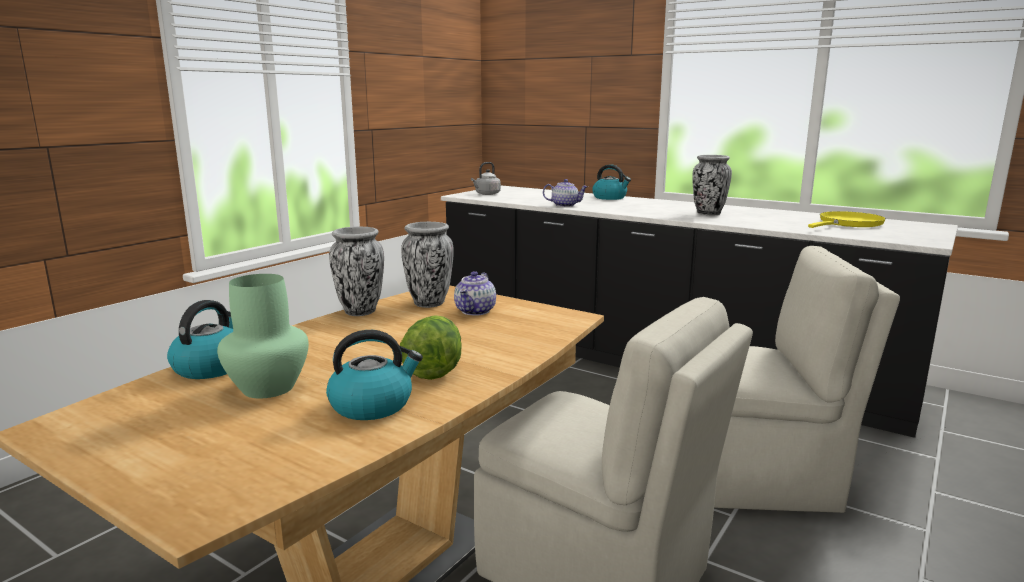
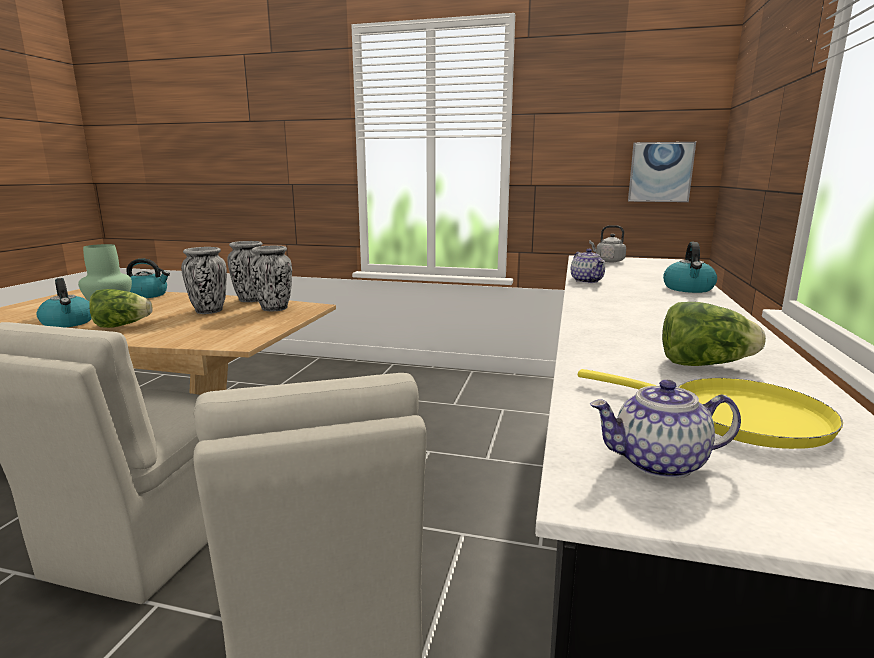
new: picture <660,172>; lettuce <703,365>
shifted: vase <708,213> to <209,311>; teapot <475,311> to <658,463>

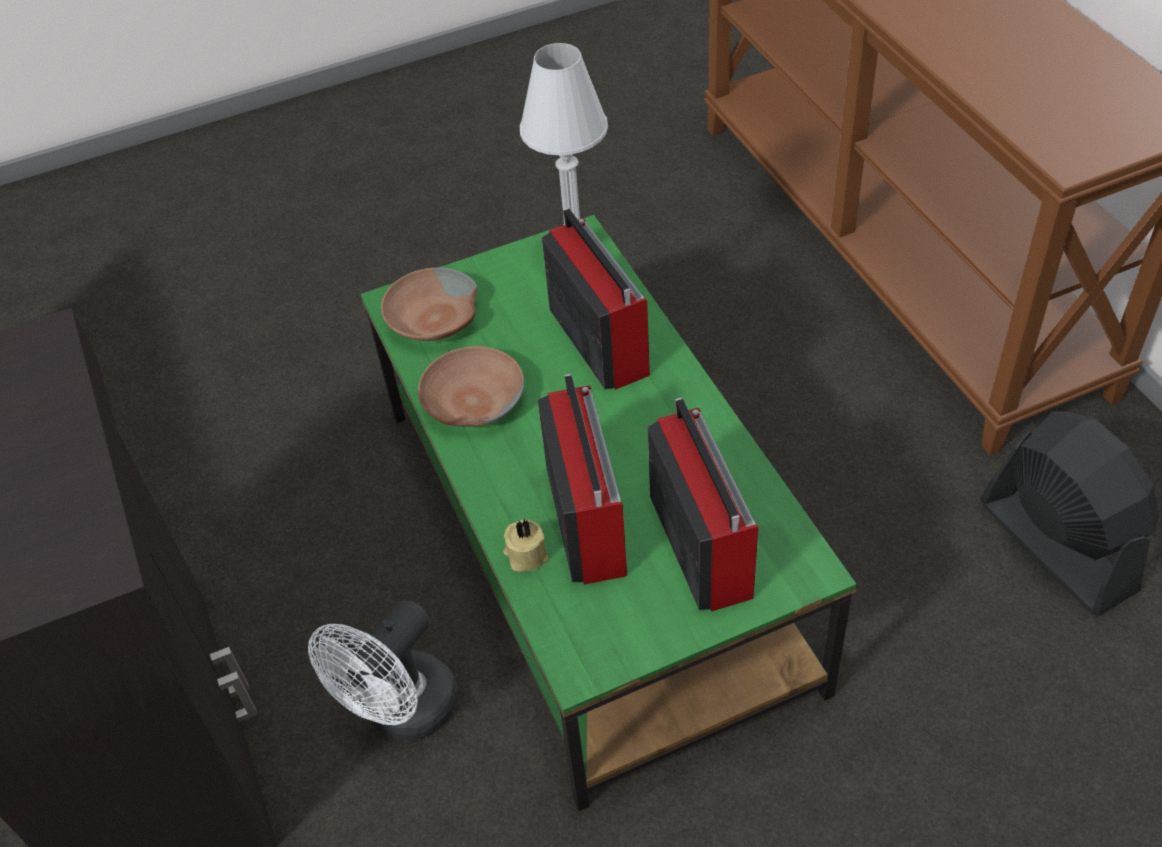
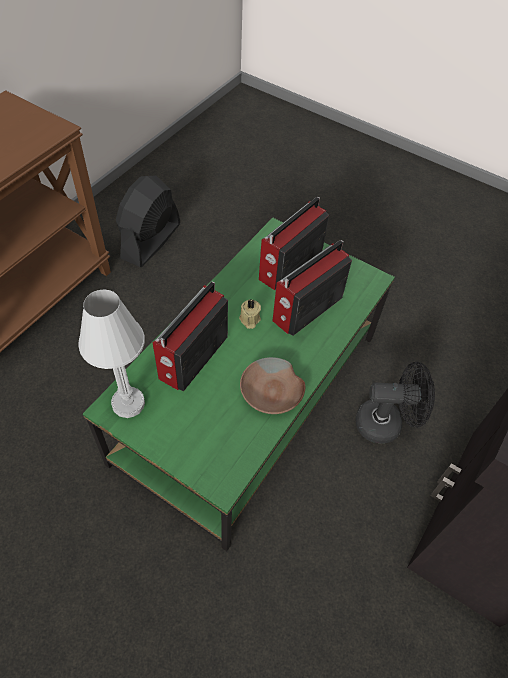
gone: bowl in brown <433,319>
shifted: candle in beige <526,555> to <249,320>
repainted: fan in white <403,713> to fan in black <386,423>

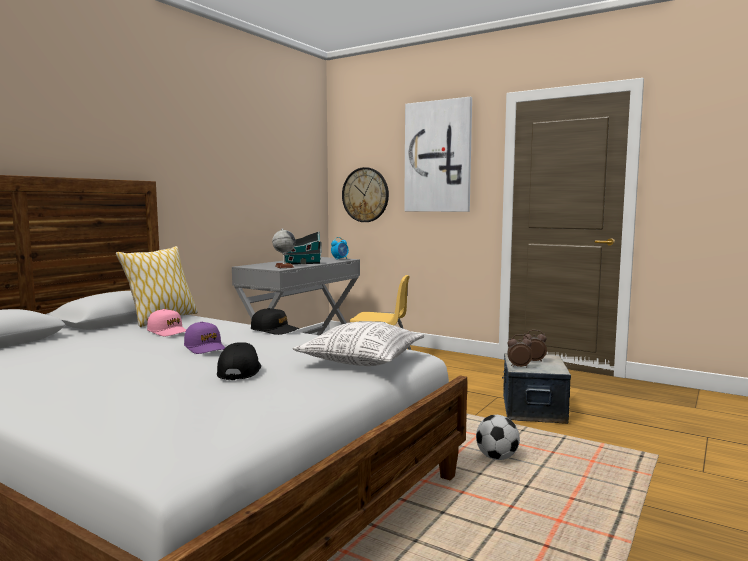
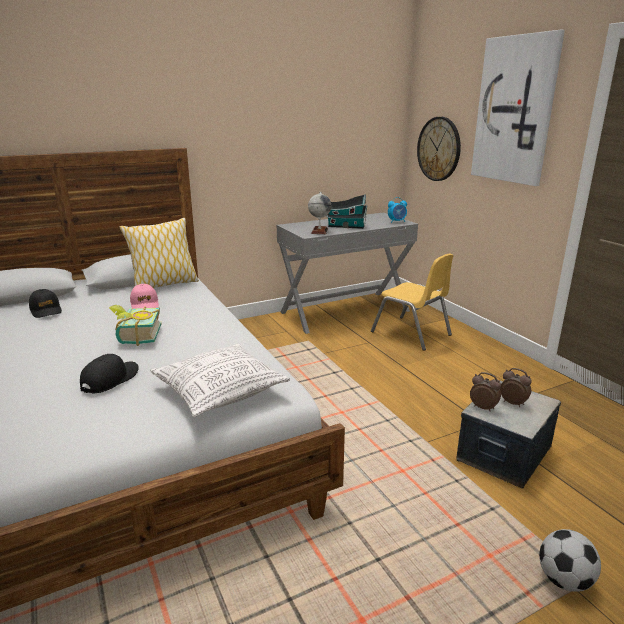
shifted: cap in black <274,330> to <46,310>; football <497,458> to <564,580>
swapped: cap in purple <205,348> to book <135,336>

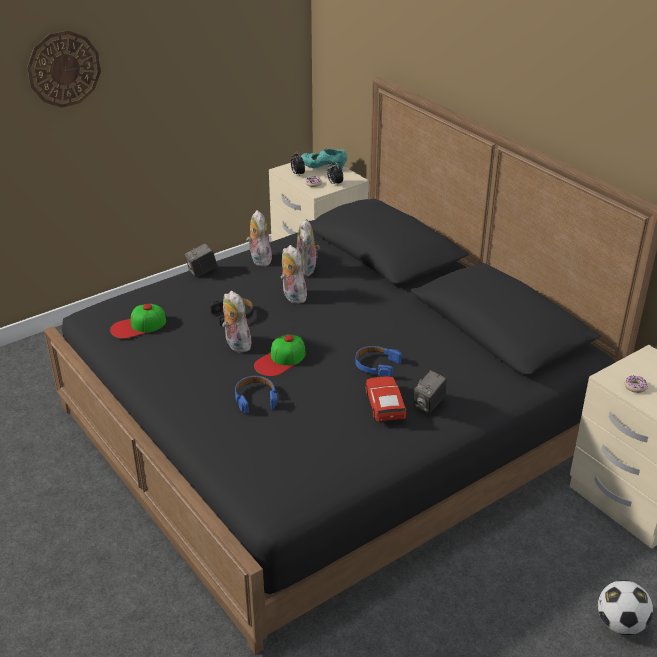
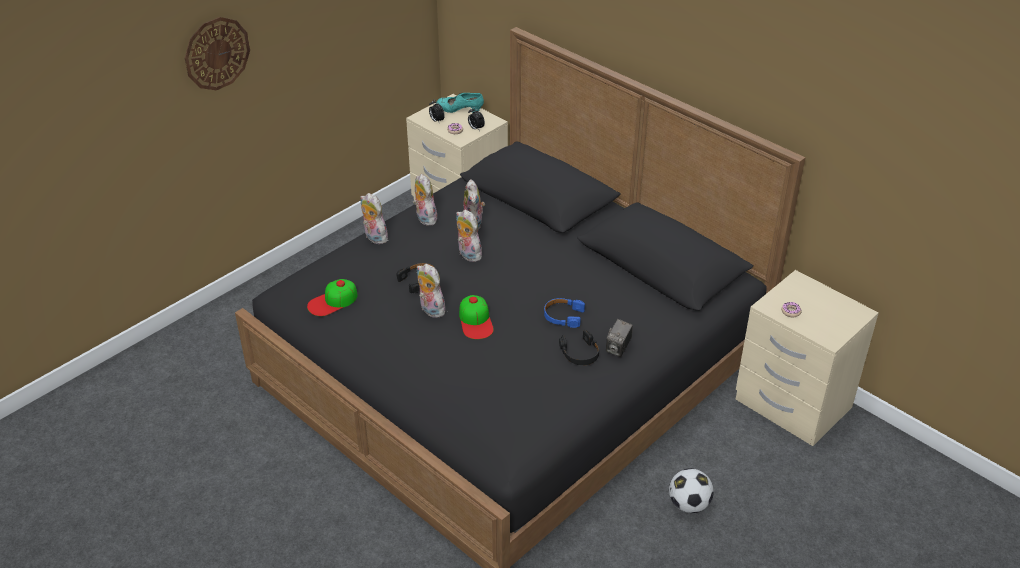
gone: headphones in blue <255,398>
shifted: football <620,624> to <688,504>
swapped: photo camera <202,272> to plush toy <374,237>; toy car in red <385,405> to headphones in black <580,353>
rotated: cap <280,360> = <476,321> 45 degrees counterclockwise

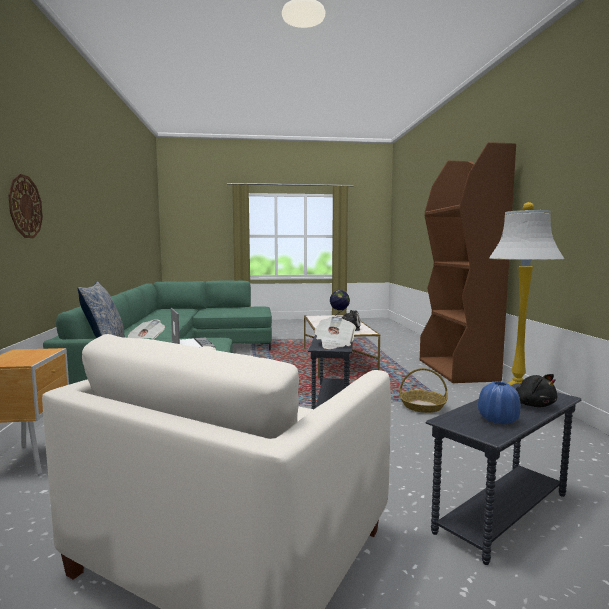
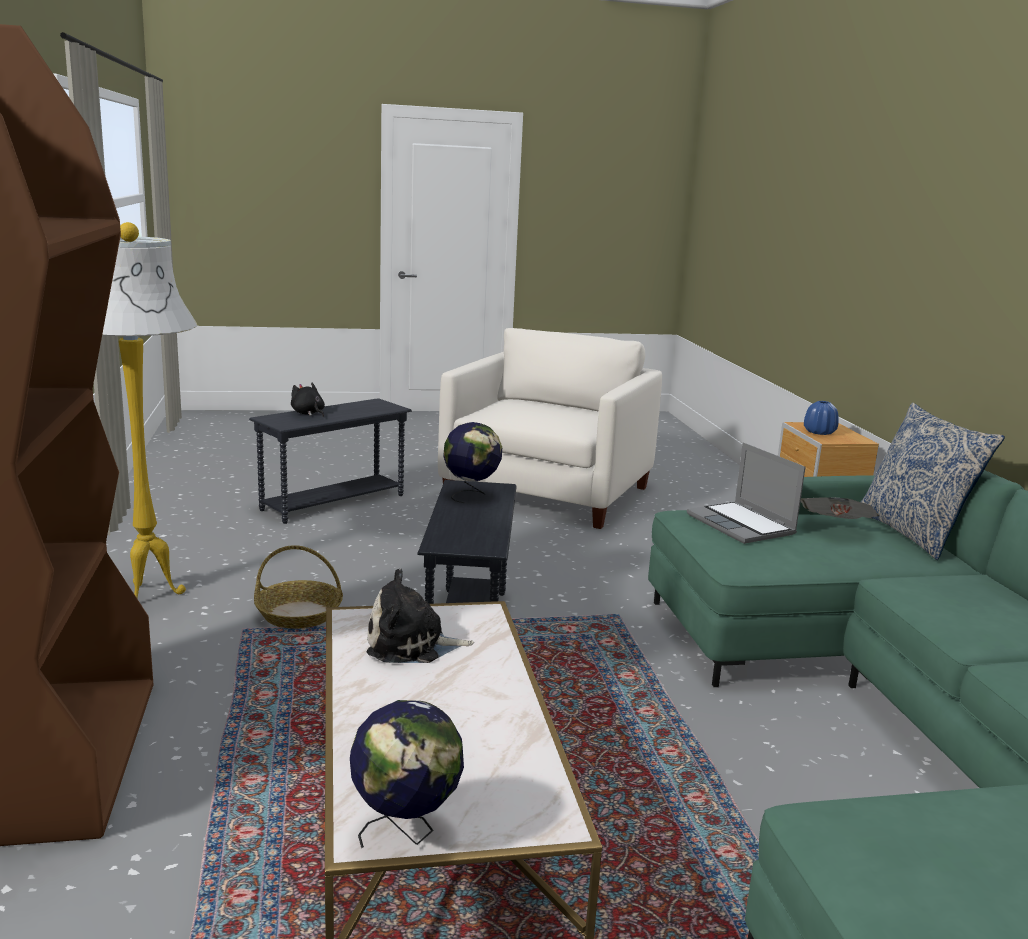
gone: wall clock <25,206>
shifted: vase in blue <498,420> to <819,432>
swapped: newspaper <334,344> to globe <471,495>

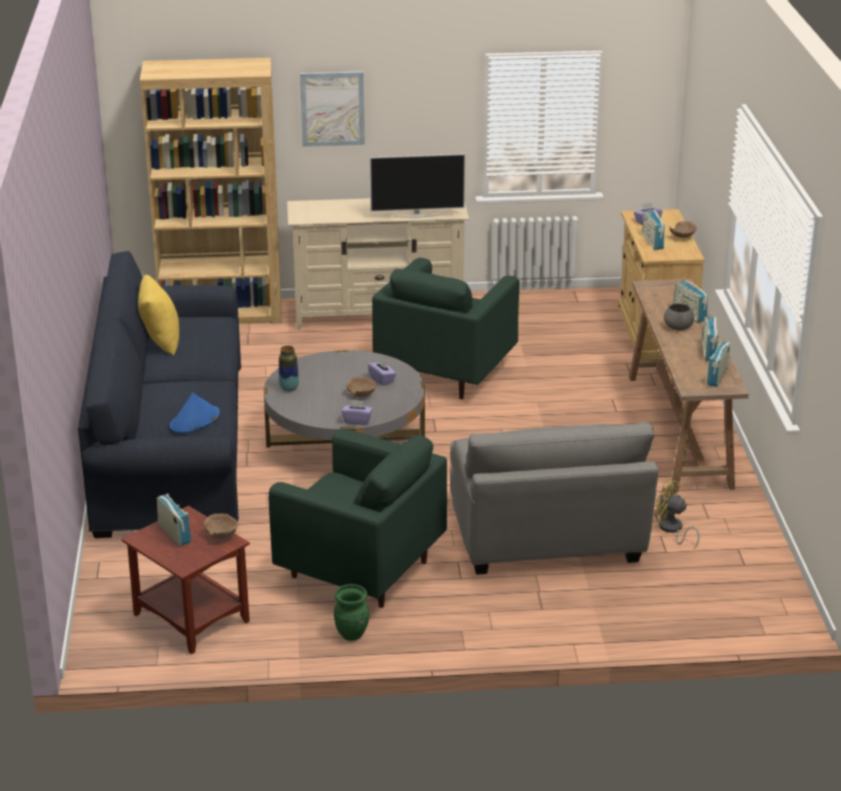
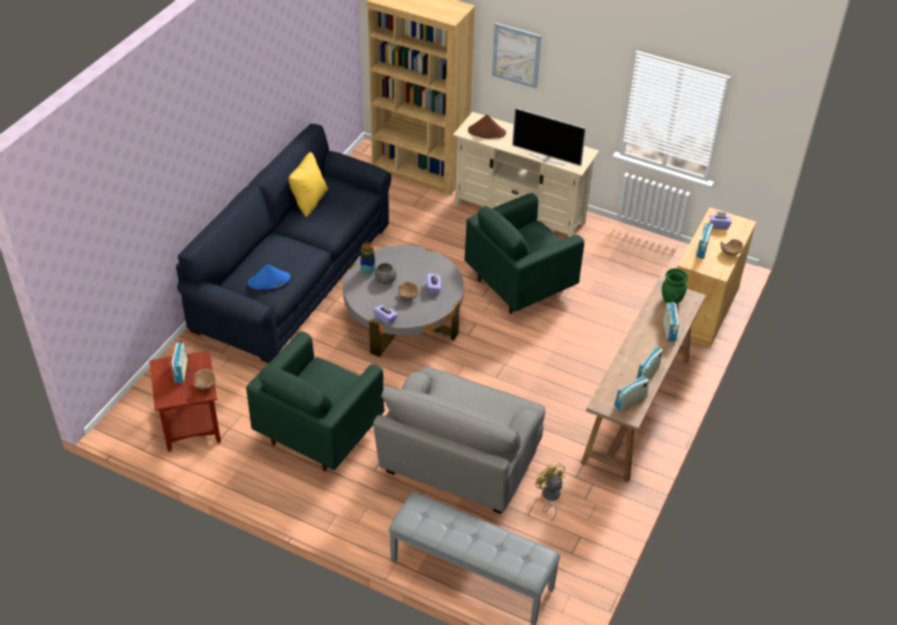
new: hat in brown <486,132>; bench in grey <471,575>
shifted: bowl in grey <678,327> to <385,280>; vase in green <352,634> to <671,300>
rotated: armchair in green <360,570> = <319,433> 60 degrees clockwise

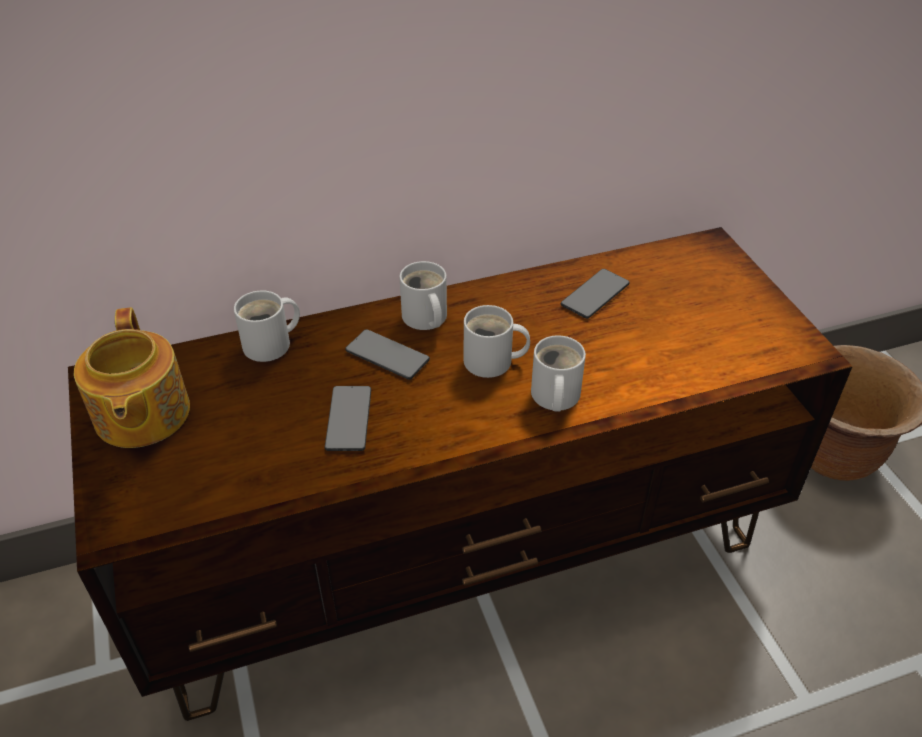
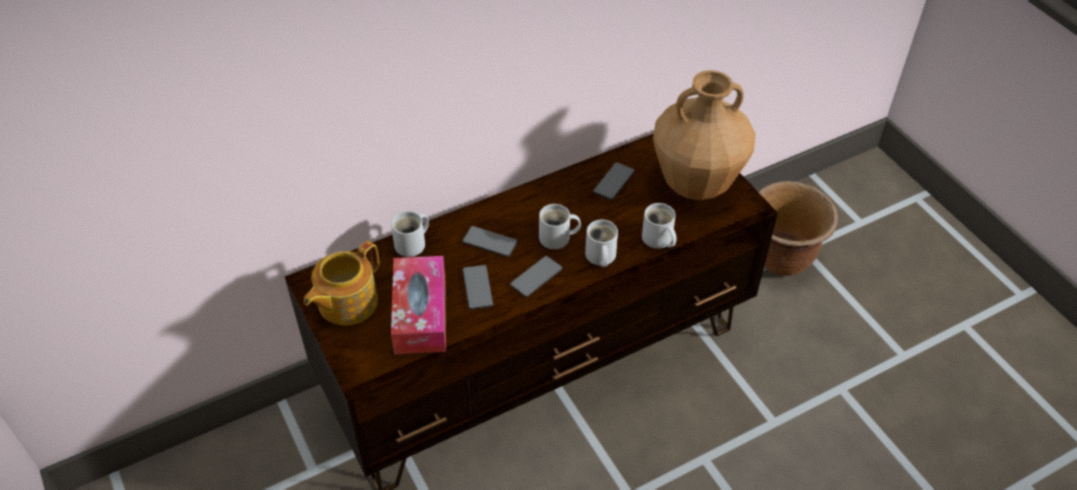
new: vase in brown <696,184>; tissue box <420,314>; phone <536,277>
shifted: mug in white <424,319> to <658,239>
rotated: teapot <140,415> = <346,302> 60 degrees clockwise

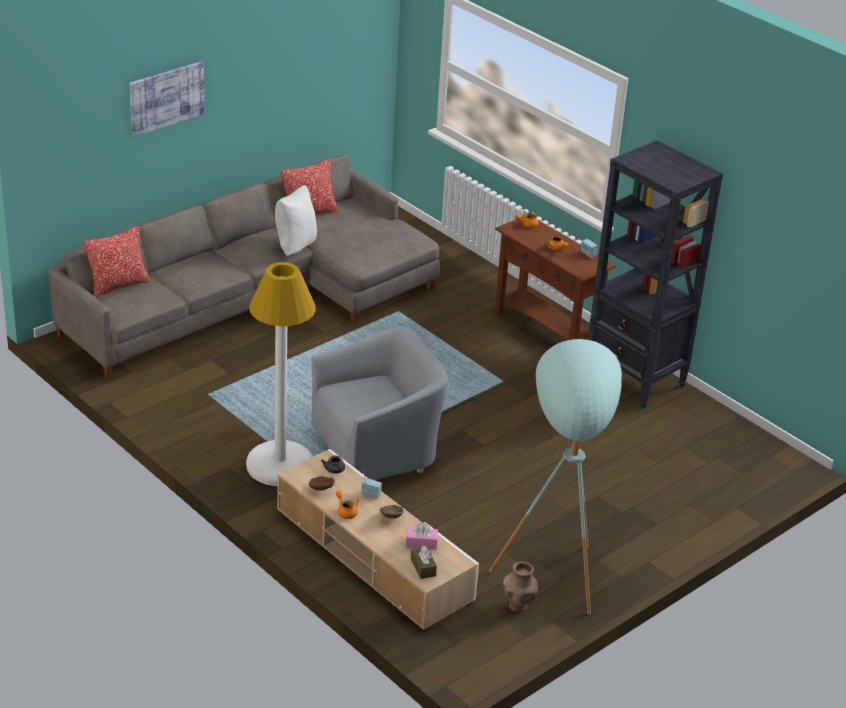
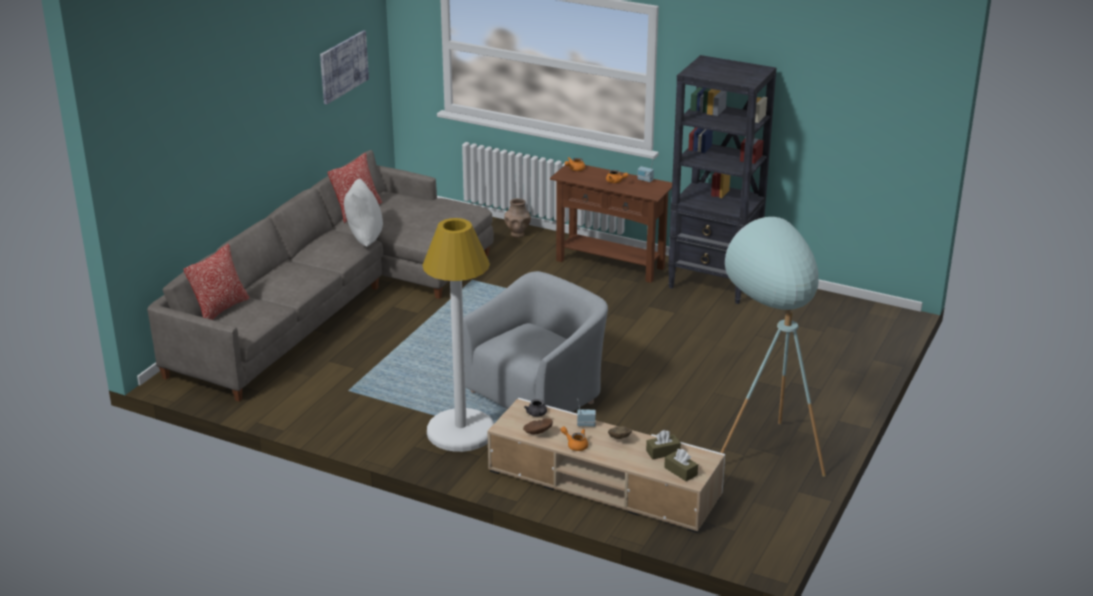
shifted: picture <166,97> to <343,66>; vase in brown <518,605> to <517,234>
repainted: tissue box in pink <421,543> to tissue box in brown <663,452>

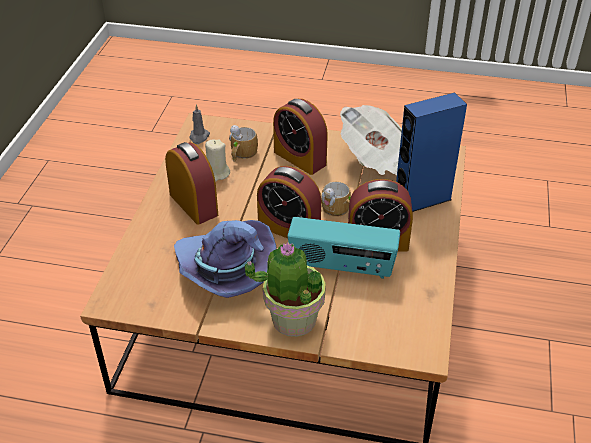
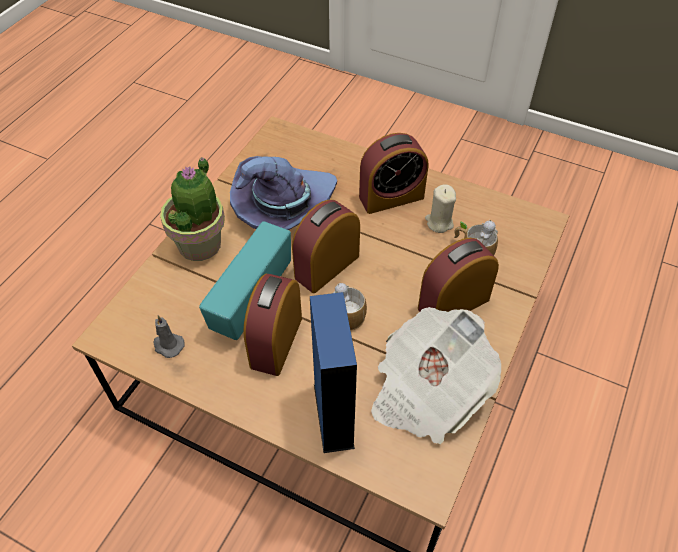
shifted: candle in grey <199,137> to <168,345>

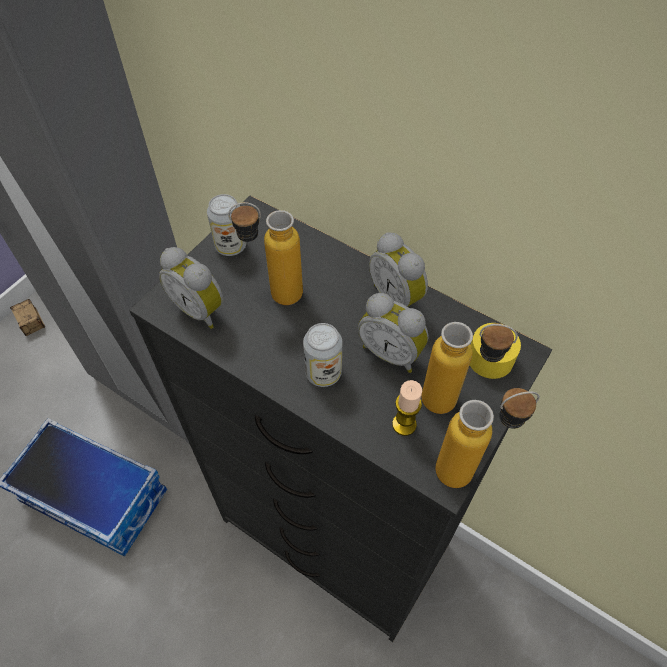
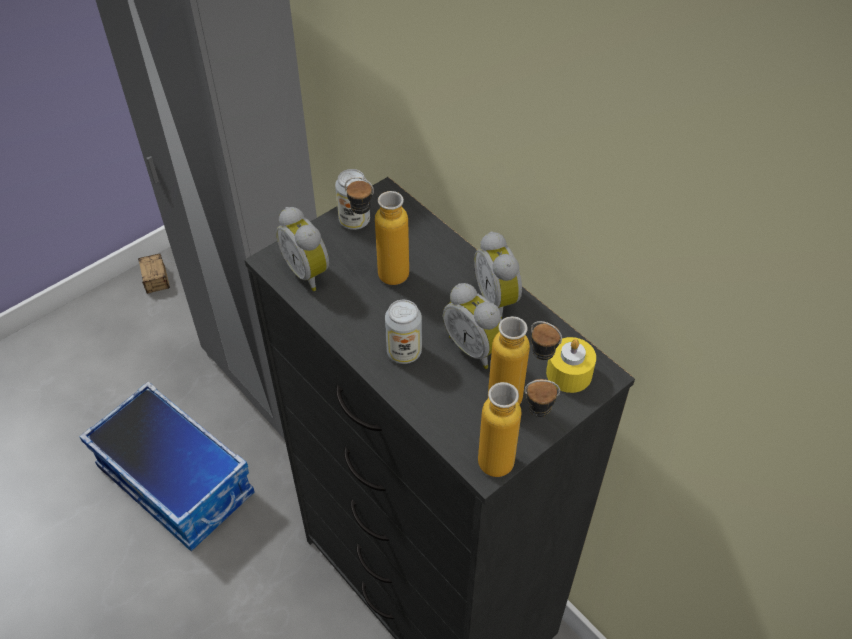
gone: candle <404,424>

